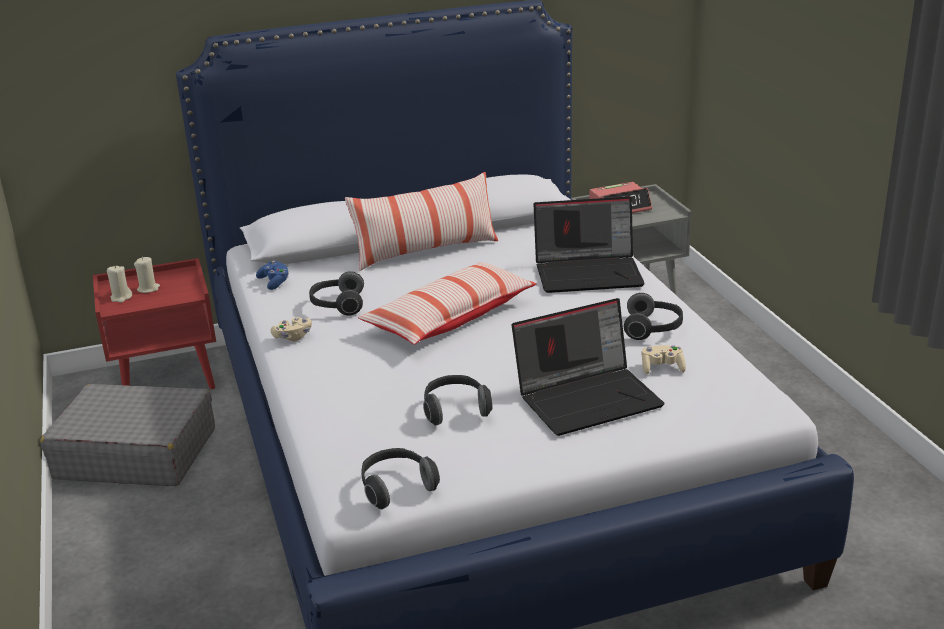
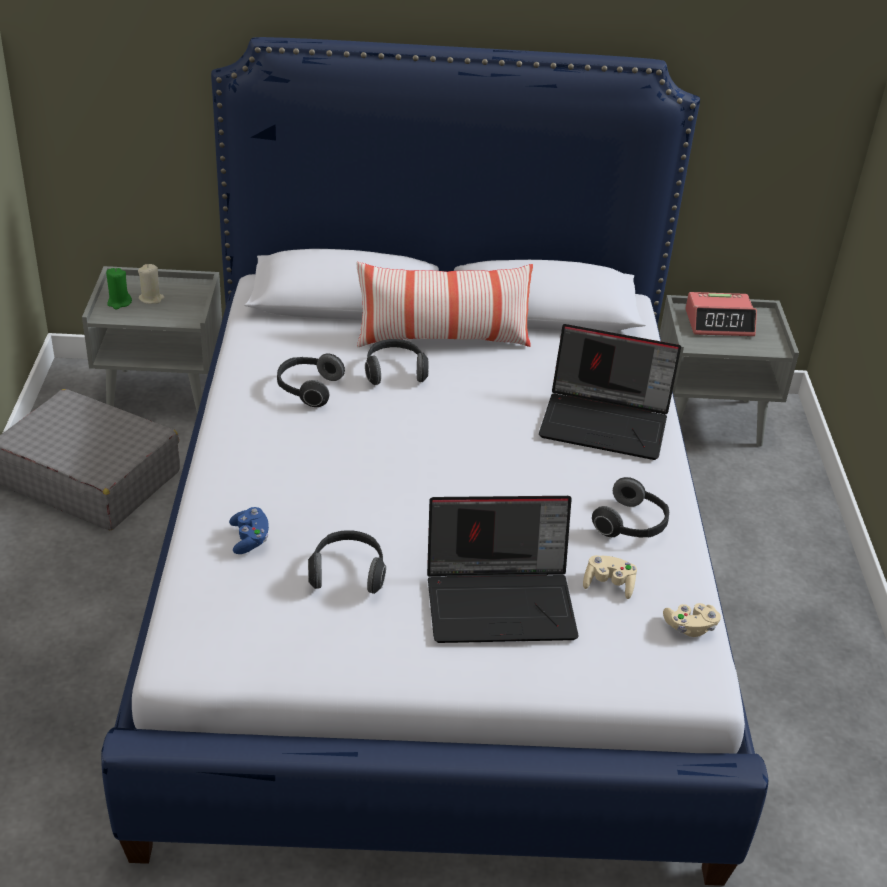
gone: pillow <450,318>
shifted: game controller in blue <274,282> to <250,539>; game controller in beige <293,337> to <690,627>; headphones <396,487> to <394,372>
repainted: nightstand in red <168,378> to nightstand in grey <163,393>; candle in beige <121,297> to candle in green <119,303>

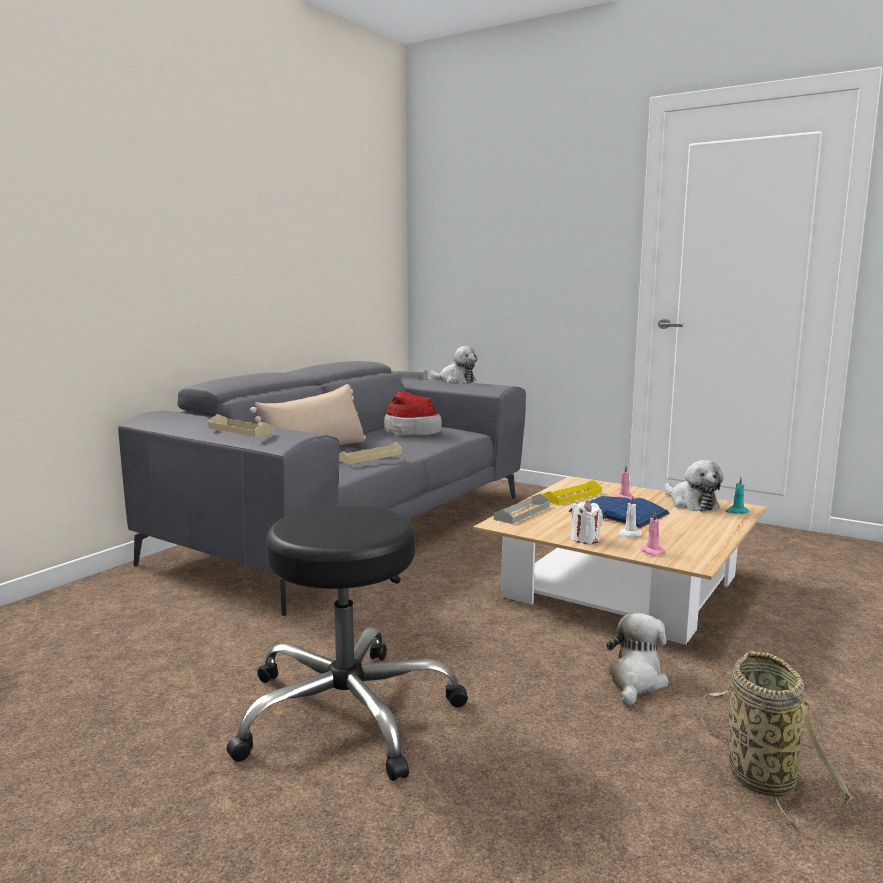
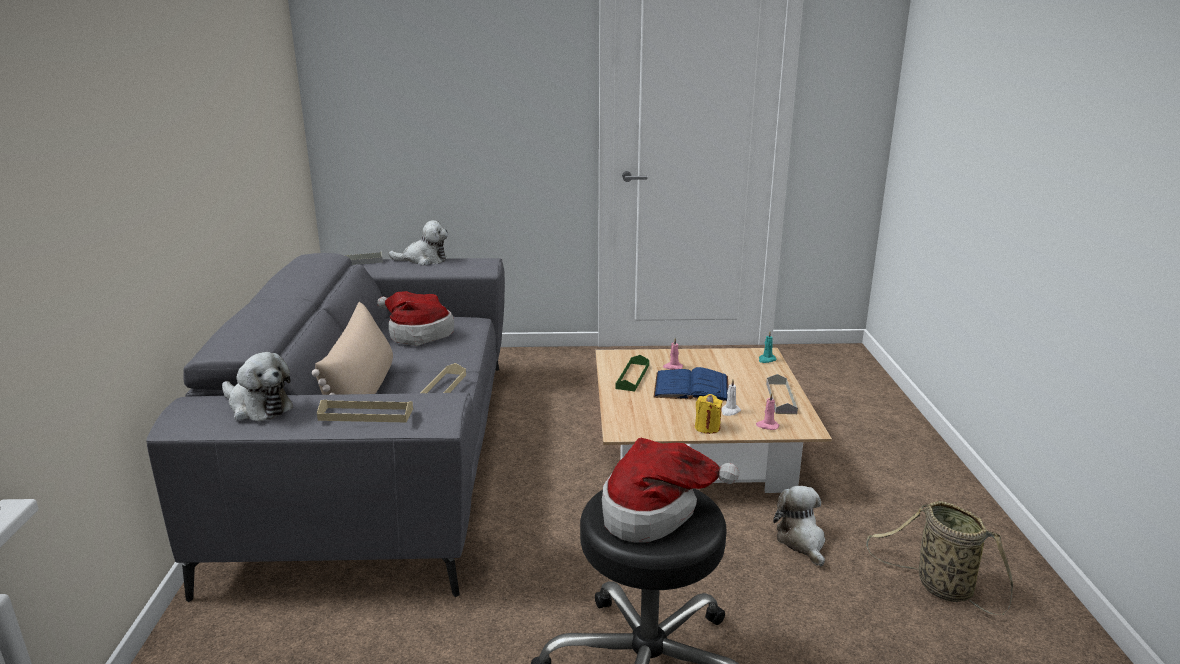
new: hat <654,512>
shifted: plush toy <691,503> to <257,407>; tray in grey <522,513> to <781,398>
repainted: tray in yellow <572,496> to tray in green <632,376>; candle in white <585,539> to candle in yellow <707,427>

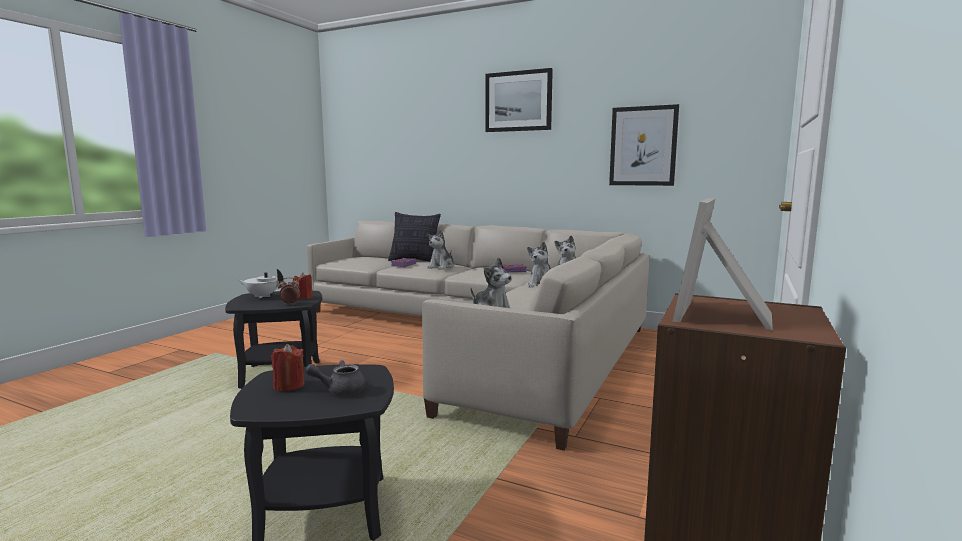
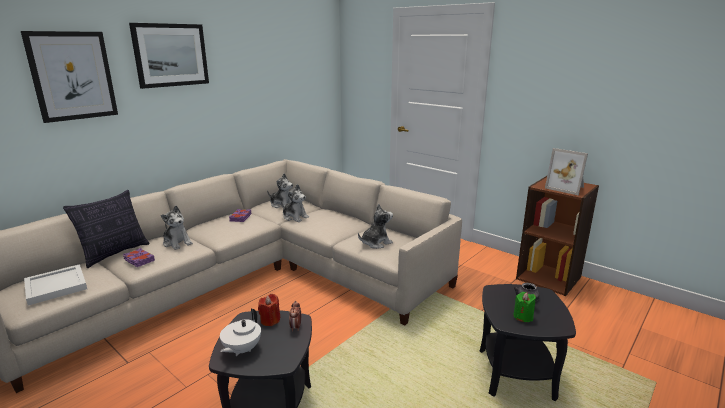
new: tray in white <55,287>
shifted: picture <643,146> to <72,76>
repainted: candle in red <289,385> to candle in green <523,317>

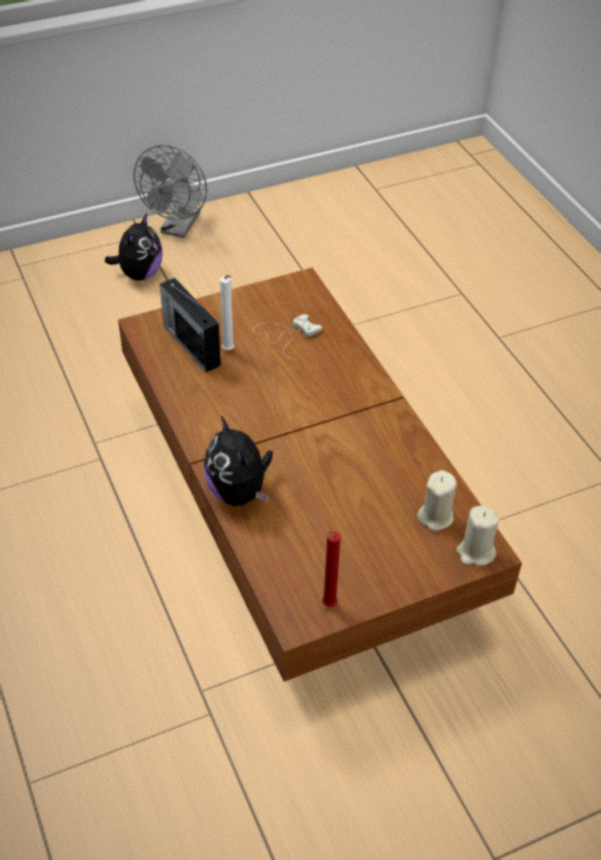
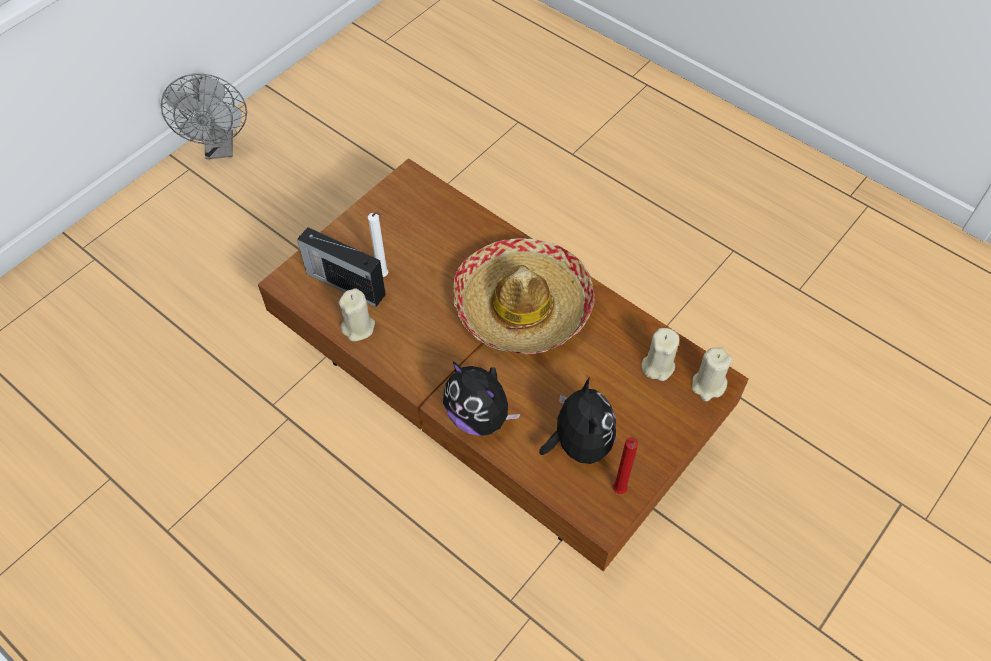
gone: game controller in white <286,335>
new: hat <522,306>; candle in beige <358,327>
shifted: plush toy <139,274> to <578,444>

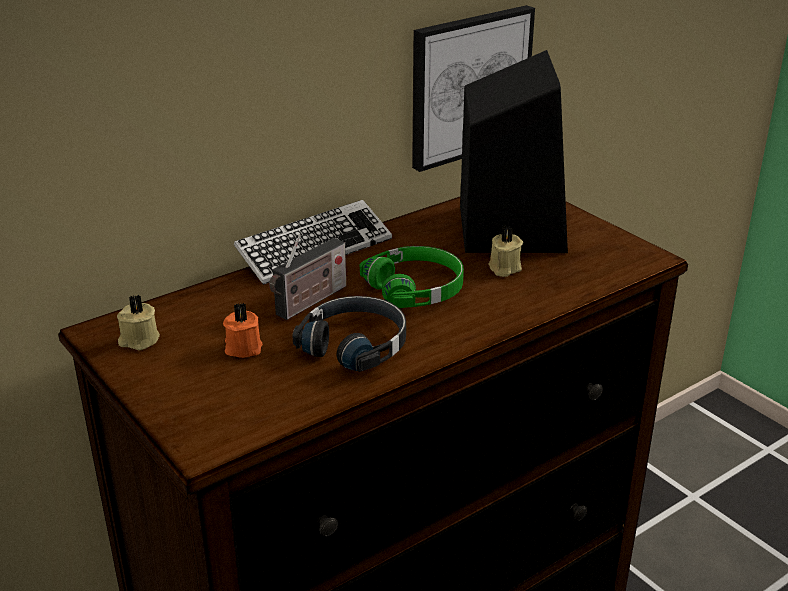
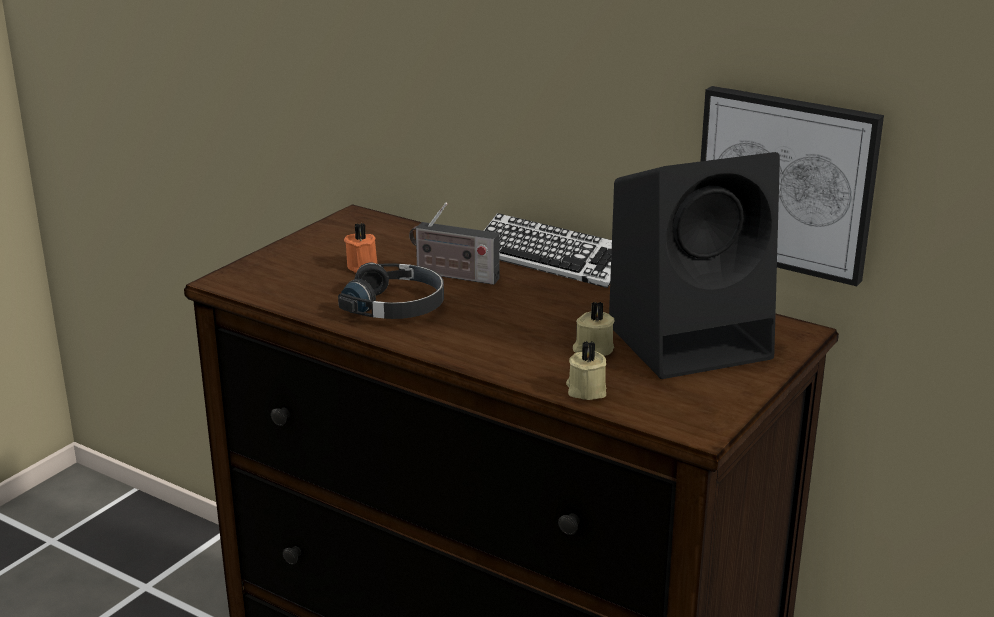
gone: headphones in green <416,288>
shifted: candle in beige <138,340> to <586,390>

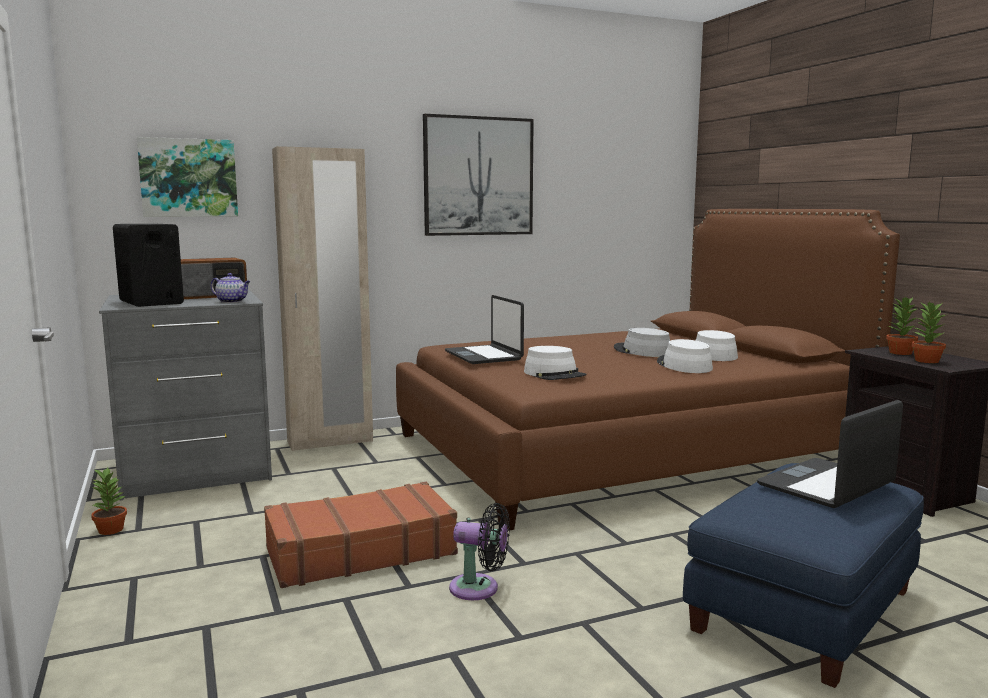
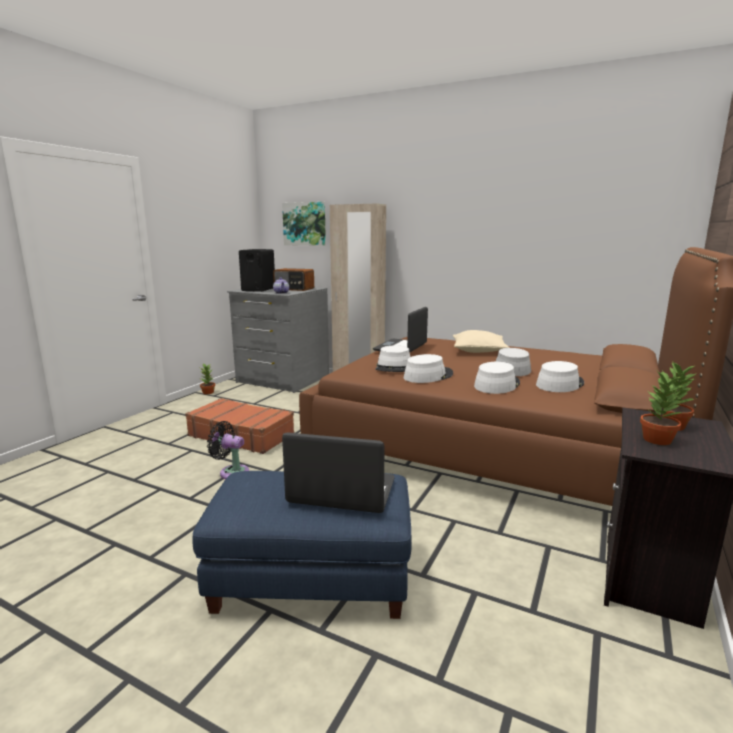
gone: picture <478,176>
new: pillow in beige <478,350>; hat in white <428,376>
rotated: fan in black <479,589> = <231,472> 135 degrees clockwise

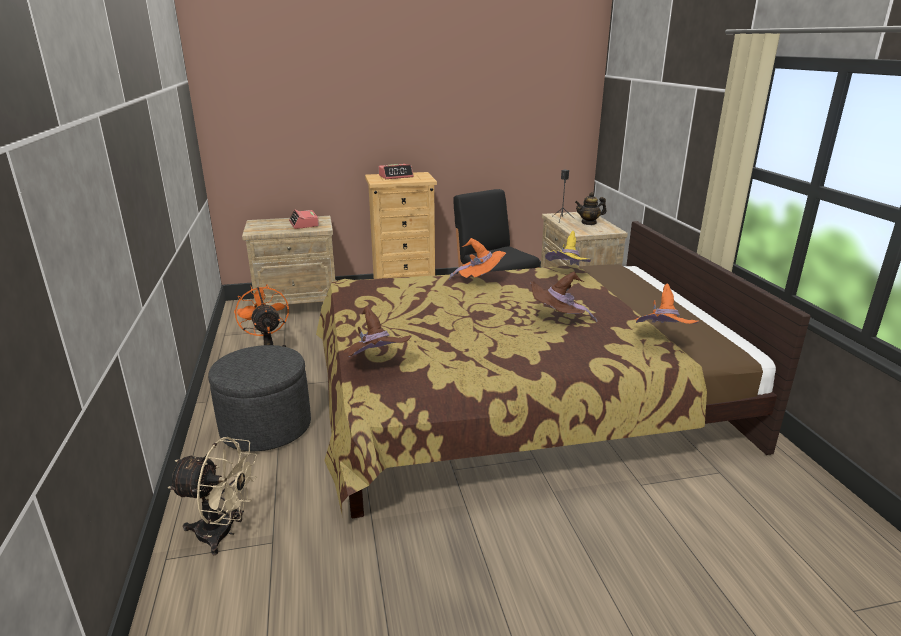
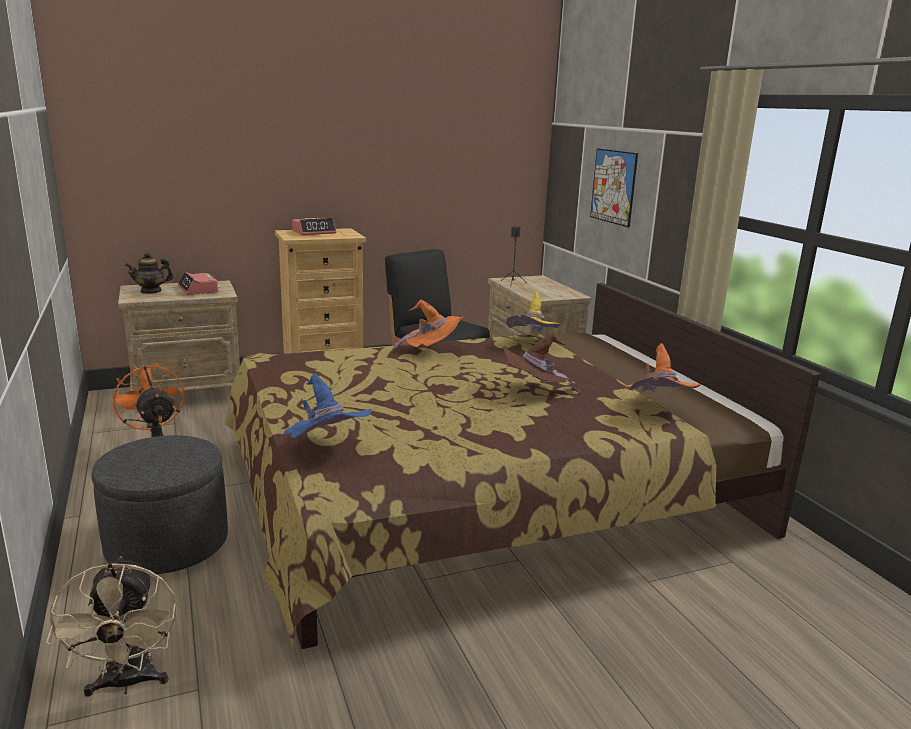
new: picture <613,186>
shifted: teapot <589,223> to <151,291>
repainted: hat in brown <376,365> to hat in blue <326,448>
rotated: fan in beige <224,533> = <127,683> 75 degrees clockwise

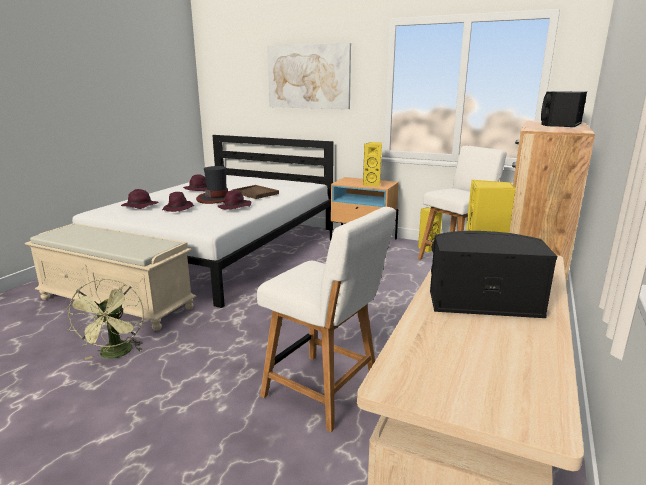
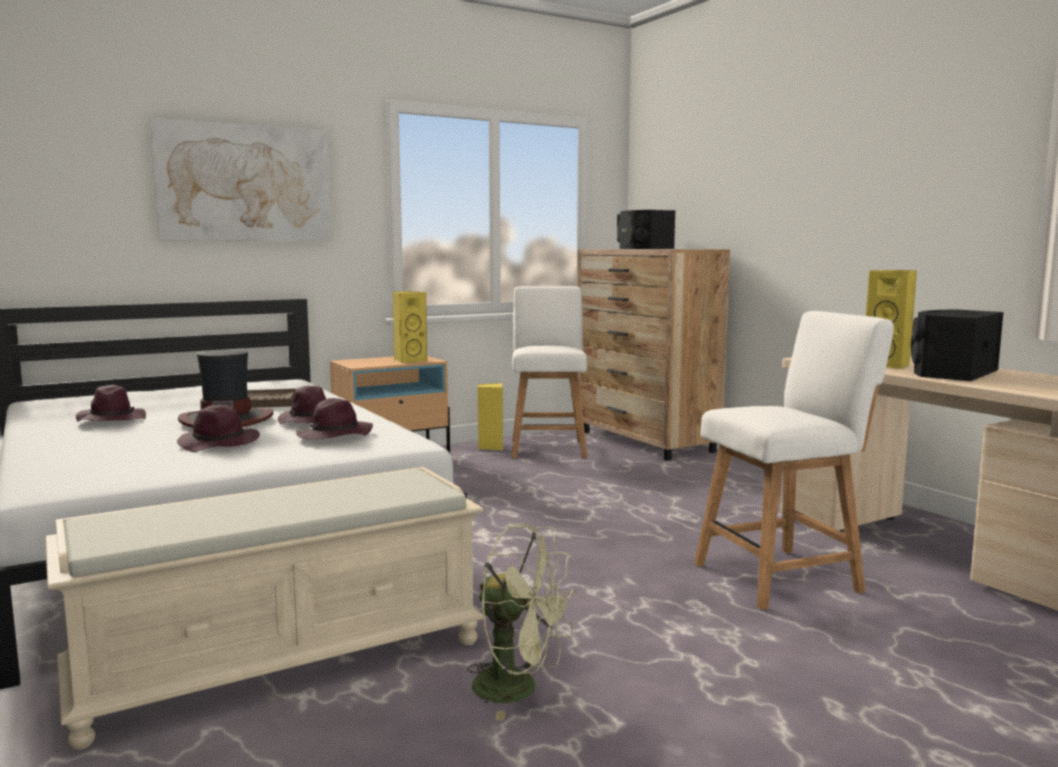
shifted: hat in purple <139,206> to <335,436>

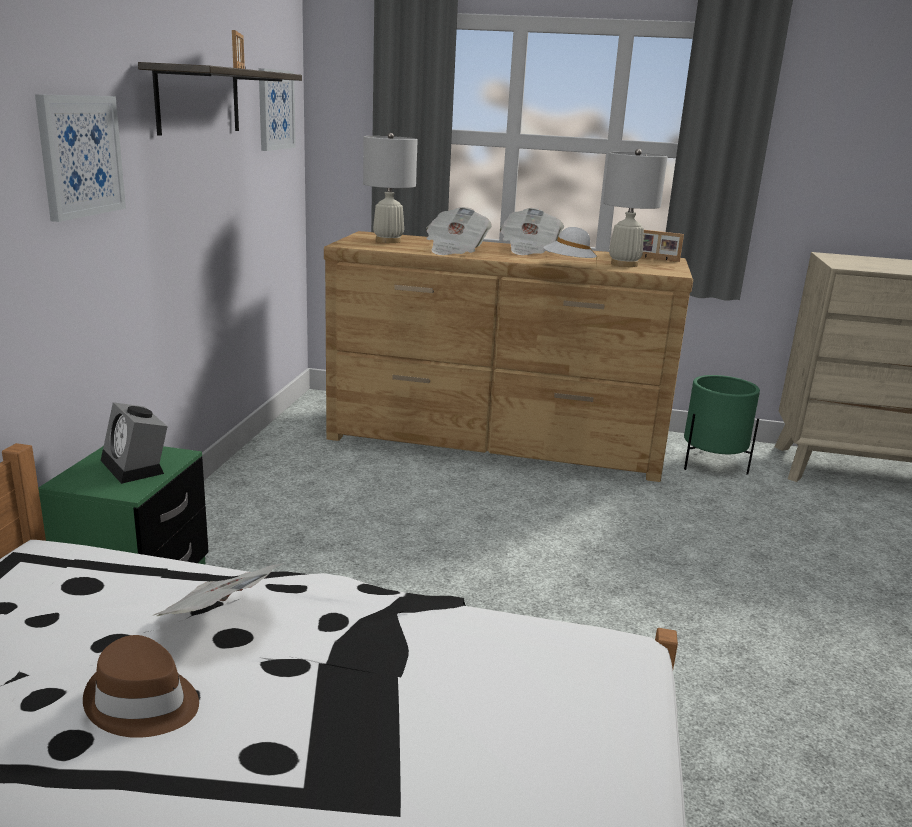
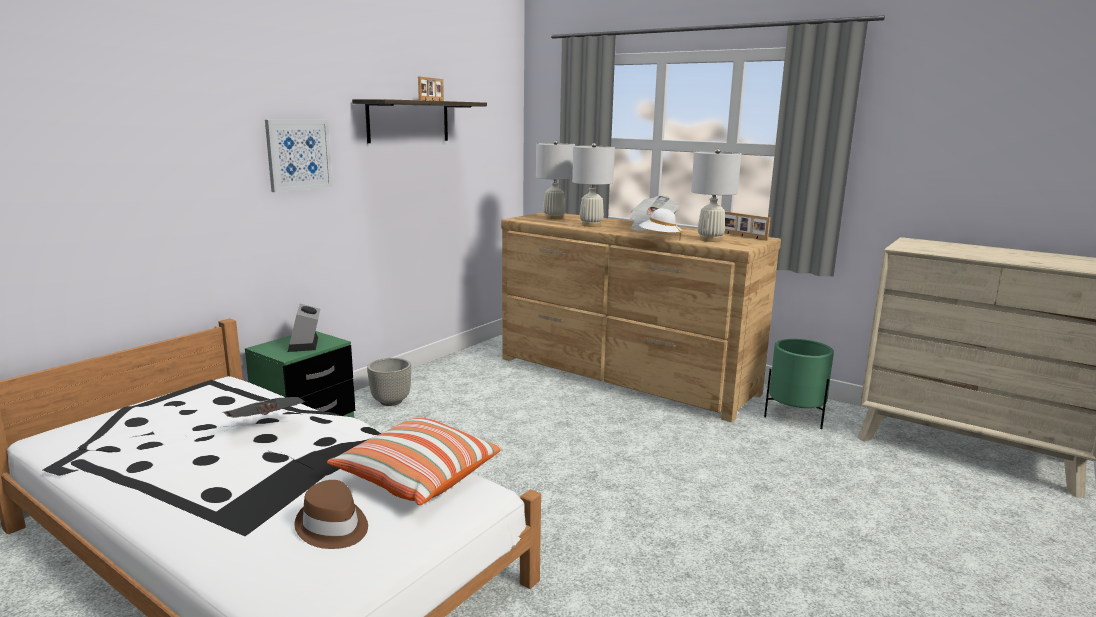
gone: picture <275,110>
new: planter in grey <391,401>; pillow <417,478>
shifted: hat in brown <142,703> to <332,527>
swapped: newspaper <455,250> to table lamp in white <591,225>

